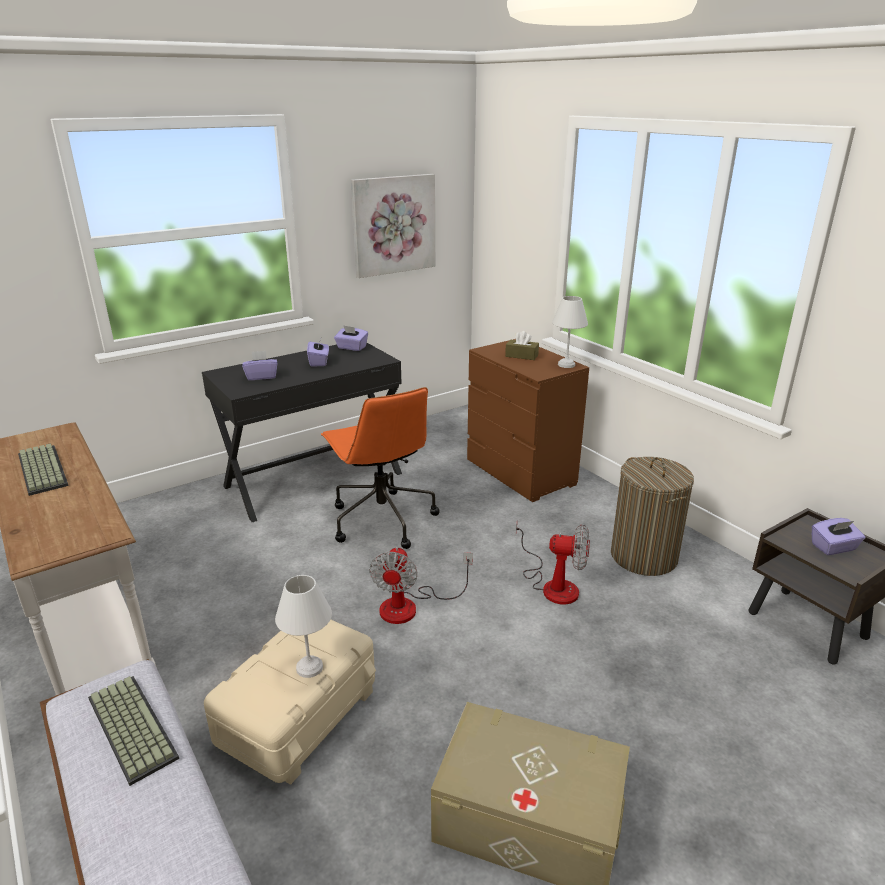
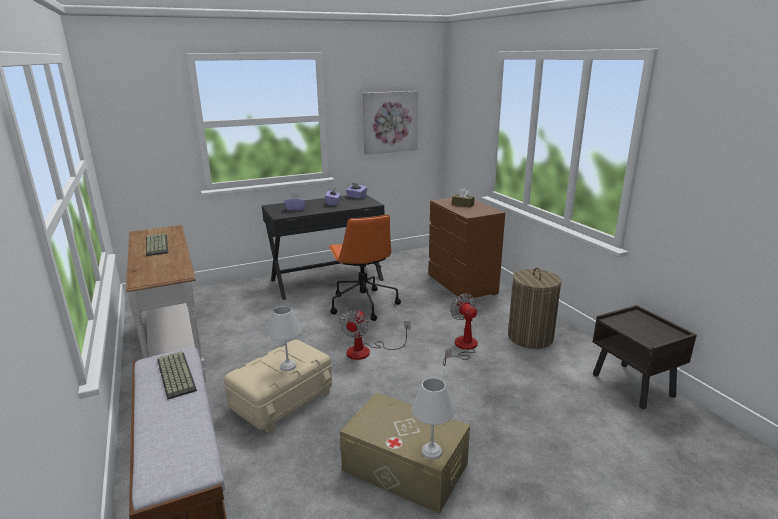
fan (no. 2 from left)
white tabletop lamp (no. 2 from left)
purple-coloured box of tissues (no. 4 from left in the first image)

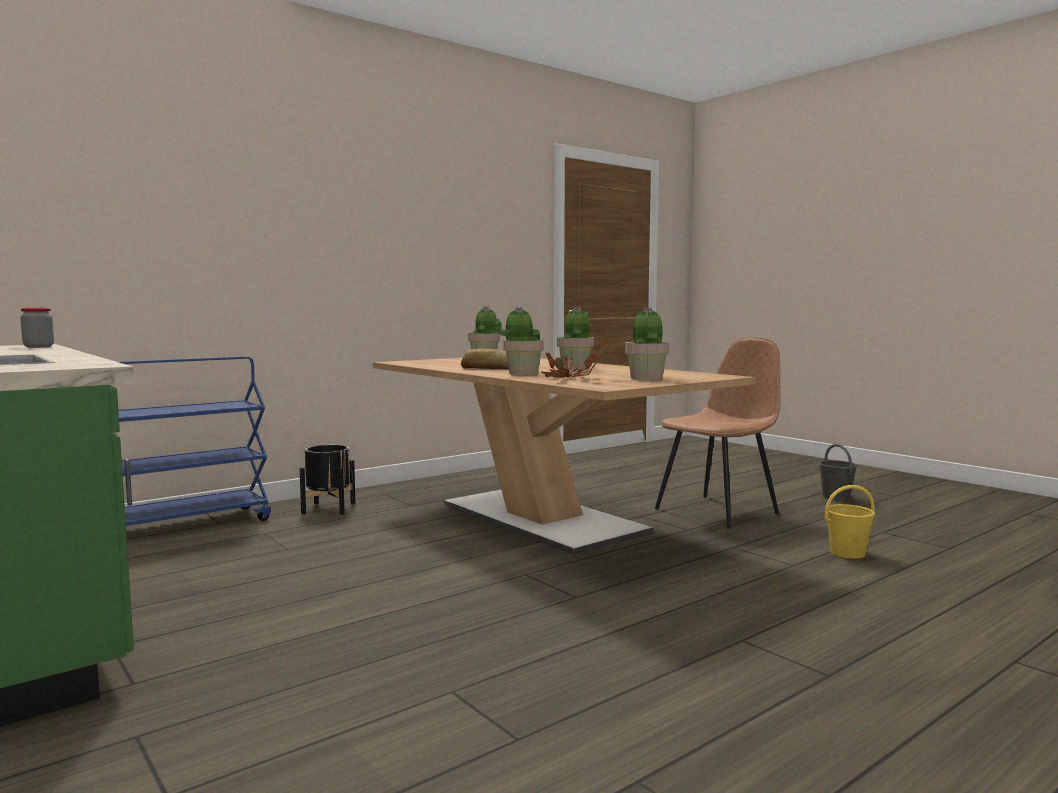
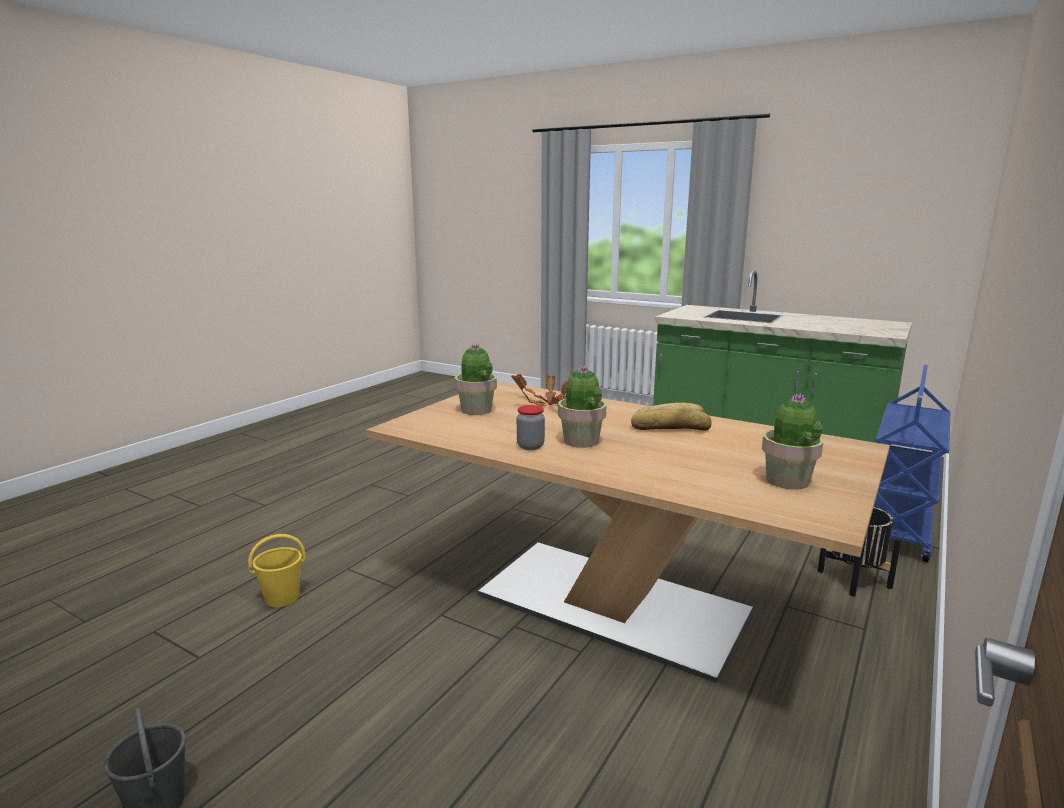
storage jar
houseplant (no. 2 from left in the first image)
brown-coloured plain chair

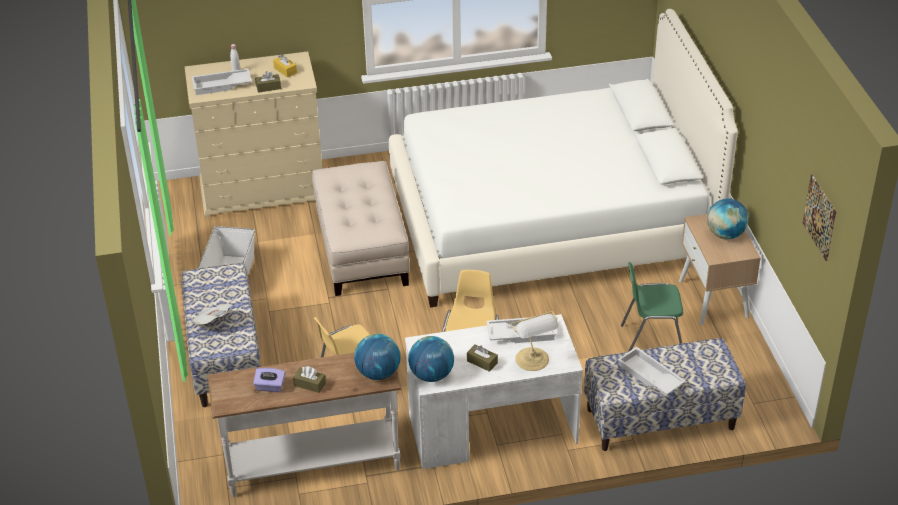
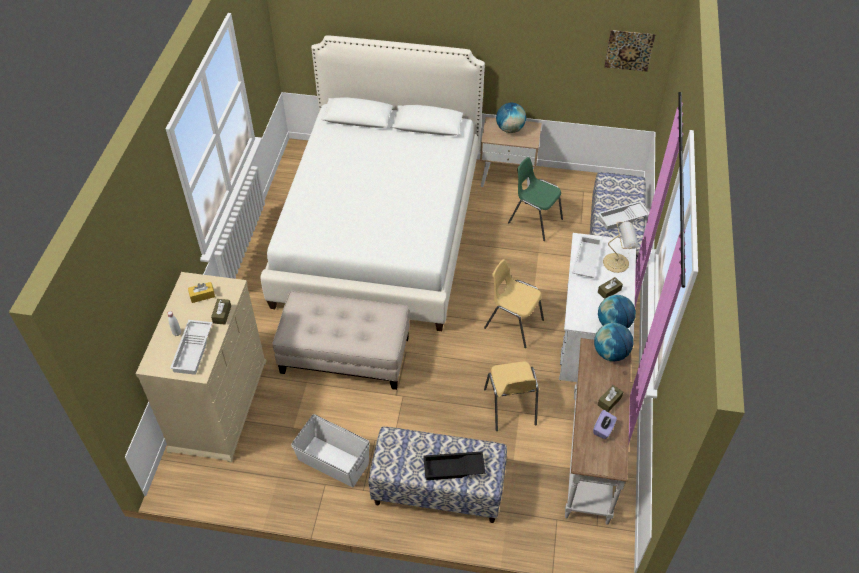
blackish carrying tray
green plain chair

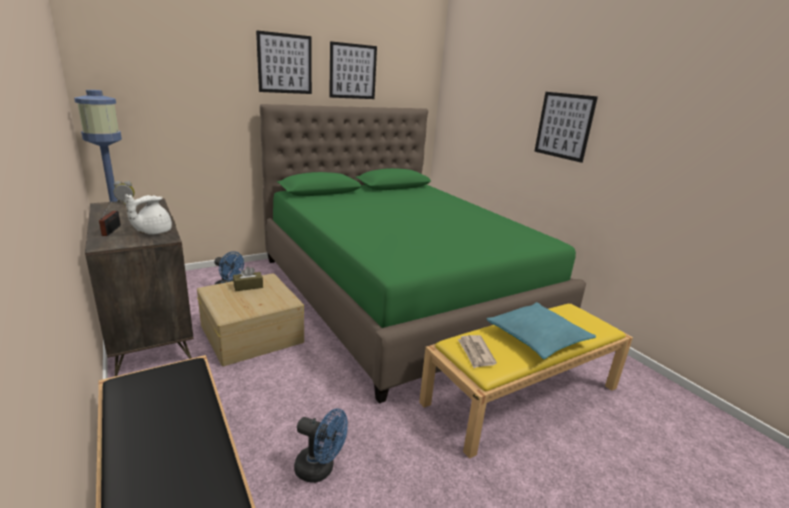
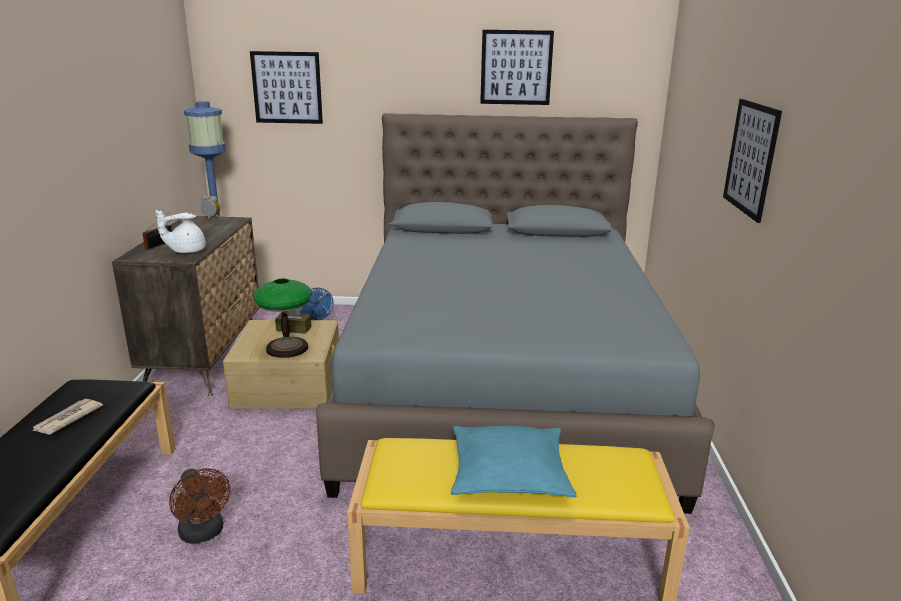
picture (no. 1 from left)
greyish bed
brown-coloured fan
printed paper
tabletop lamp

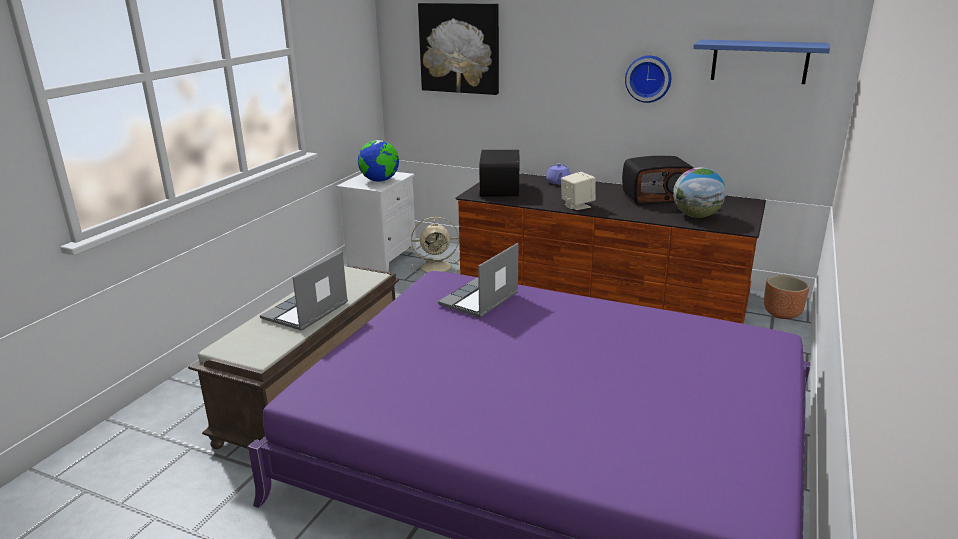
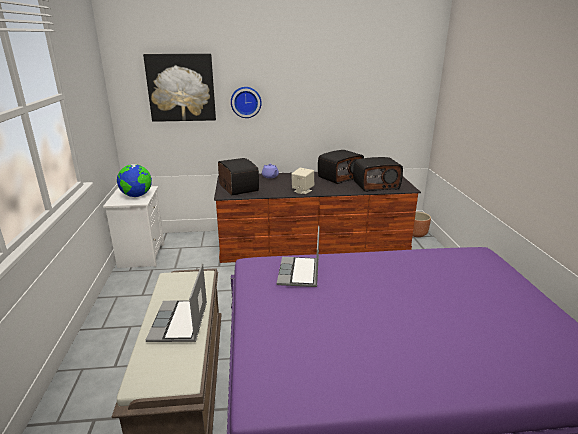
sand-coloured fan
clock on the wall
radio set (no. 3 from left)
bluish bracket shelf

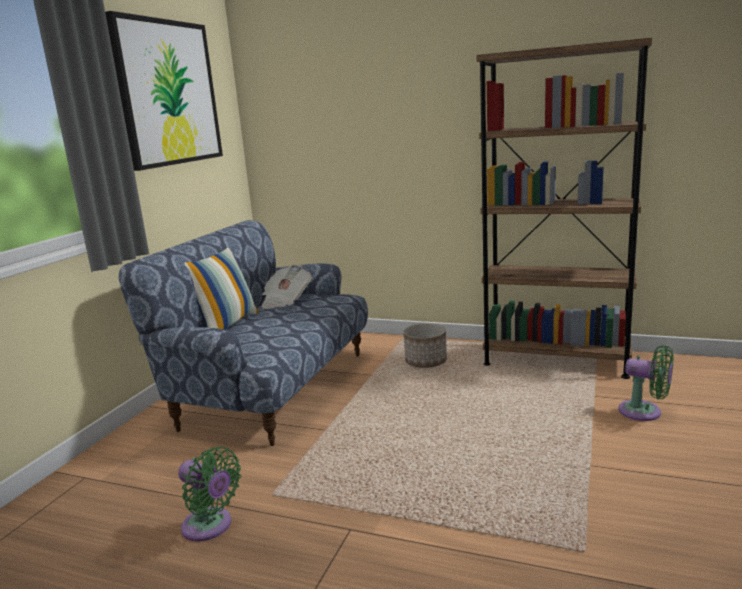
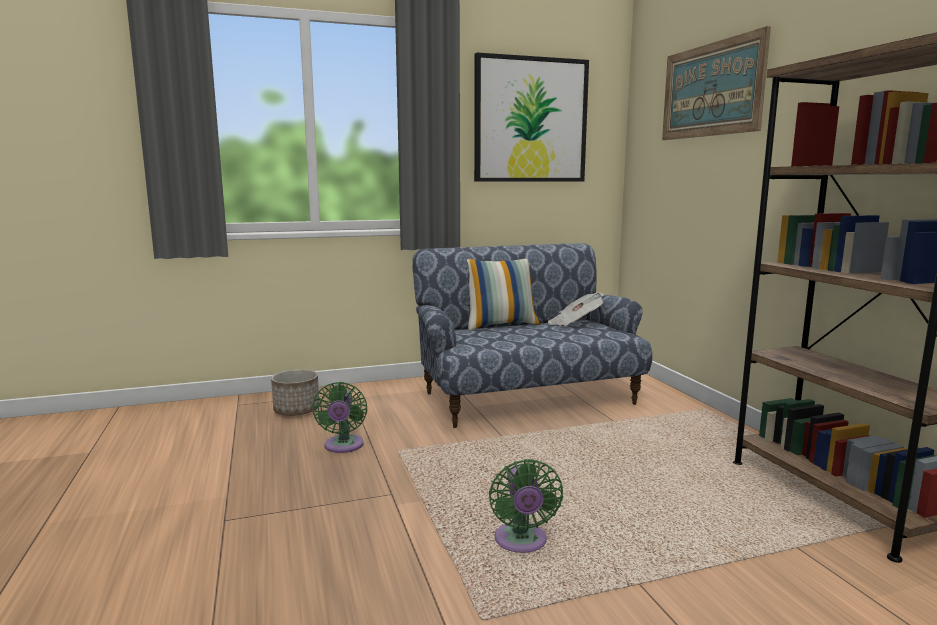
planter
green fan (no. 2 from left)
picture (no. 2 from left)

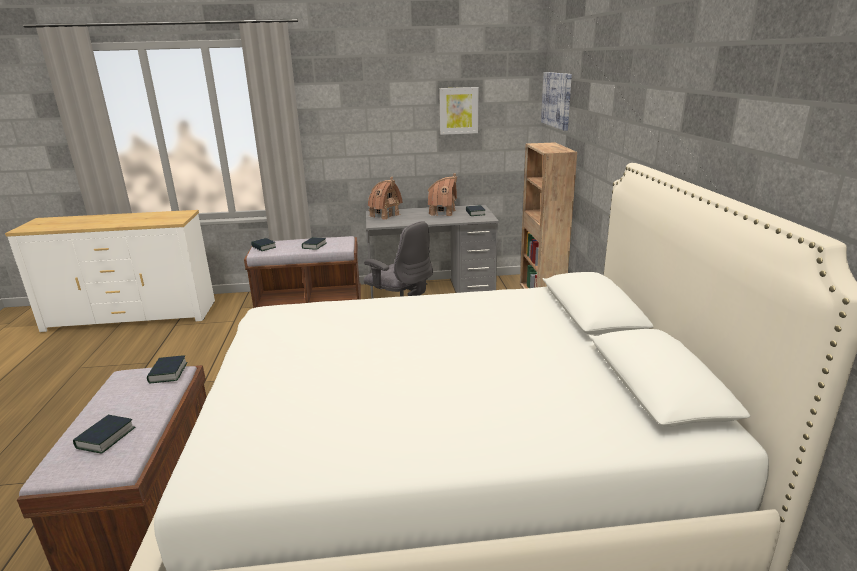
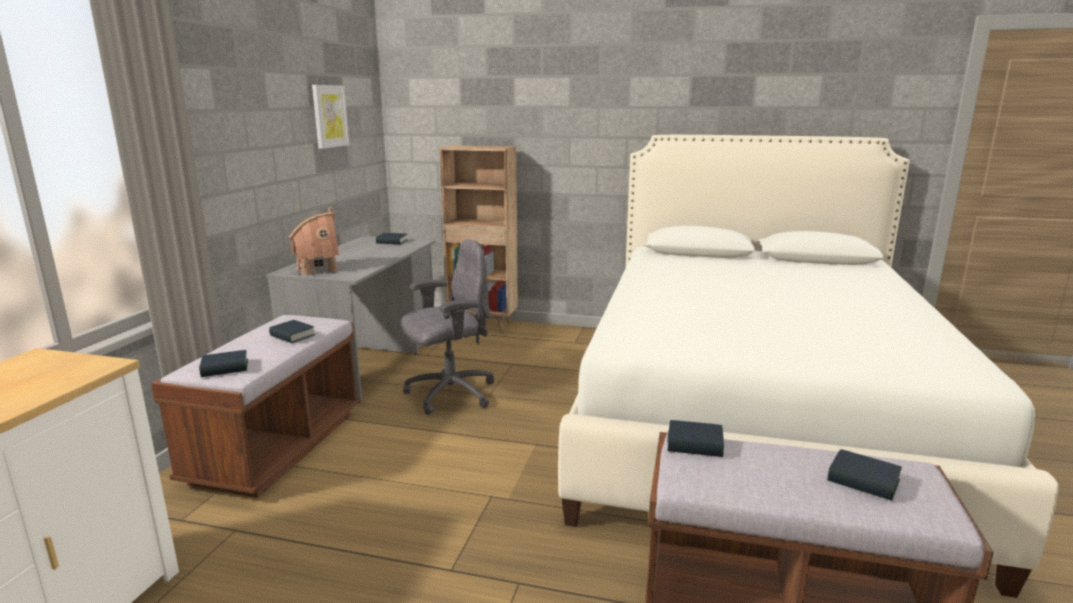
toy house (no. 2 from left in the first image)
picture (no. 2 from left in the first image)

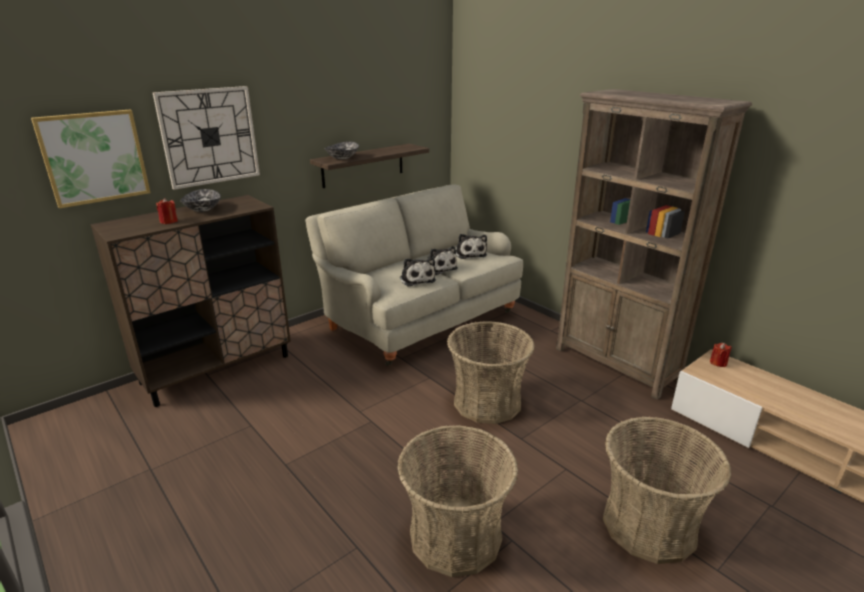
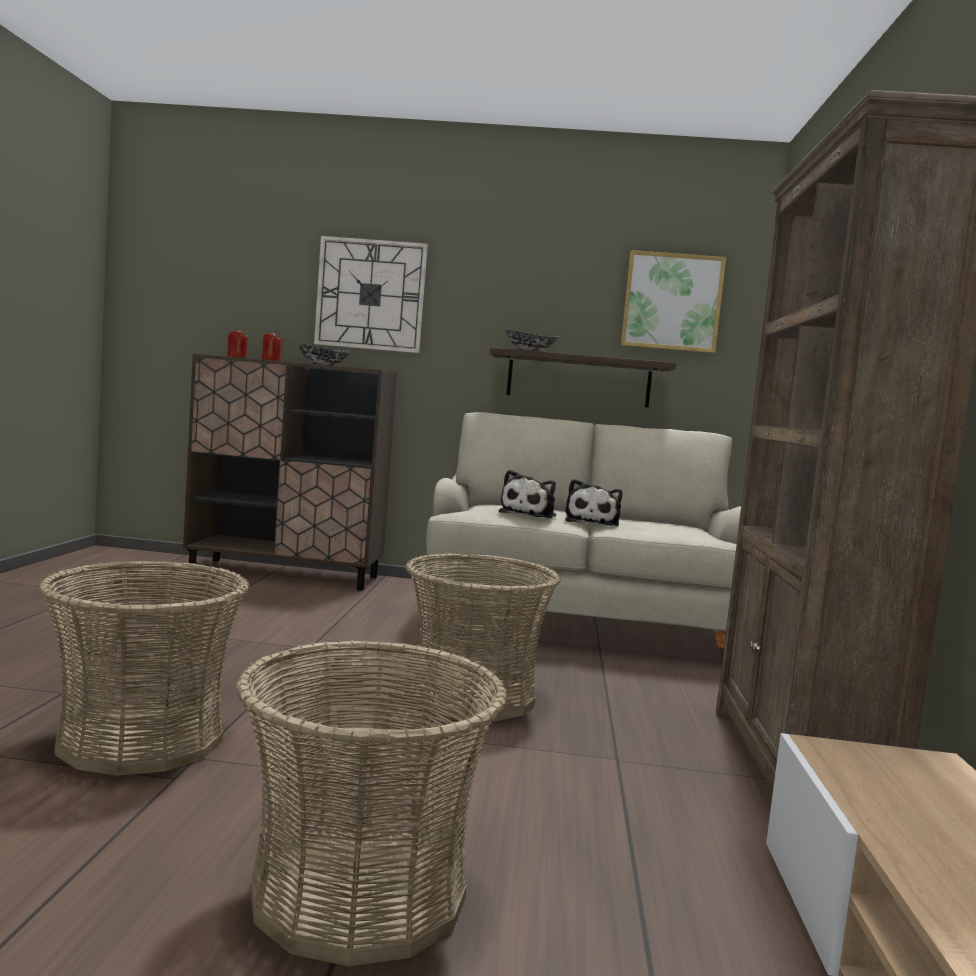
picture
soft toy (no. 3 from left in the first image)
reddish candle (no. 1 from left)

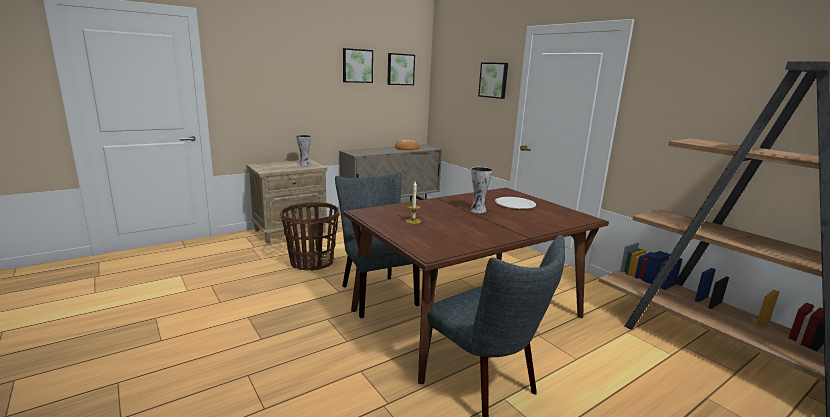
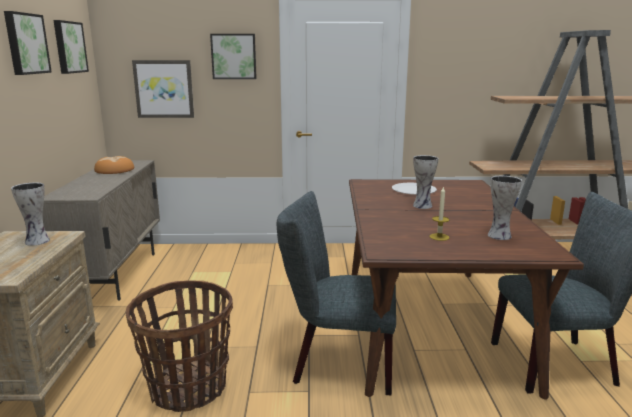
picture (no. 3 from left)
vase (no. 3 from left)

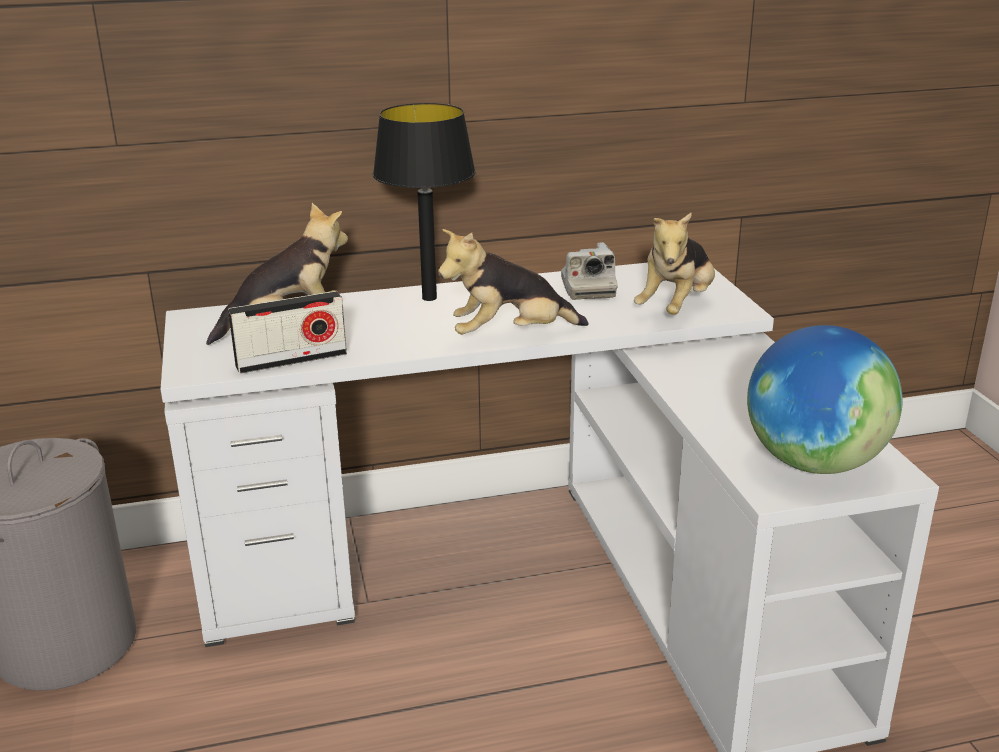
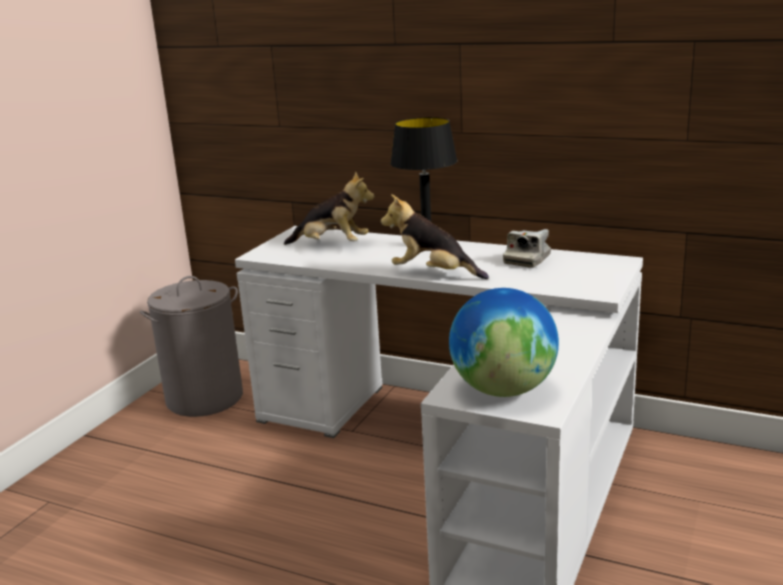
radio set
soft toy (no. 3 from left in the first image)

